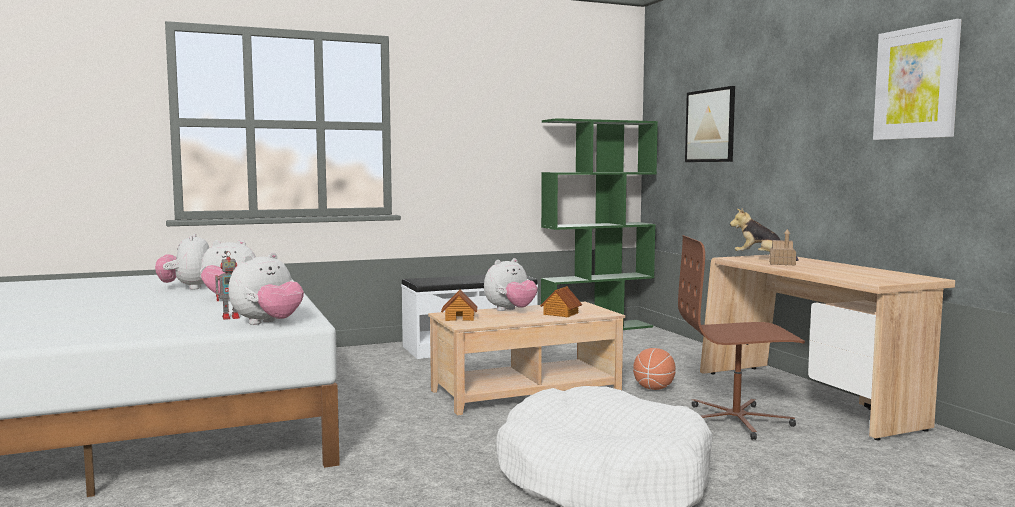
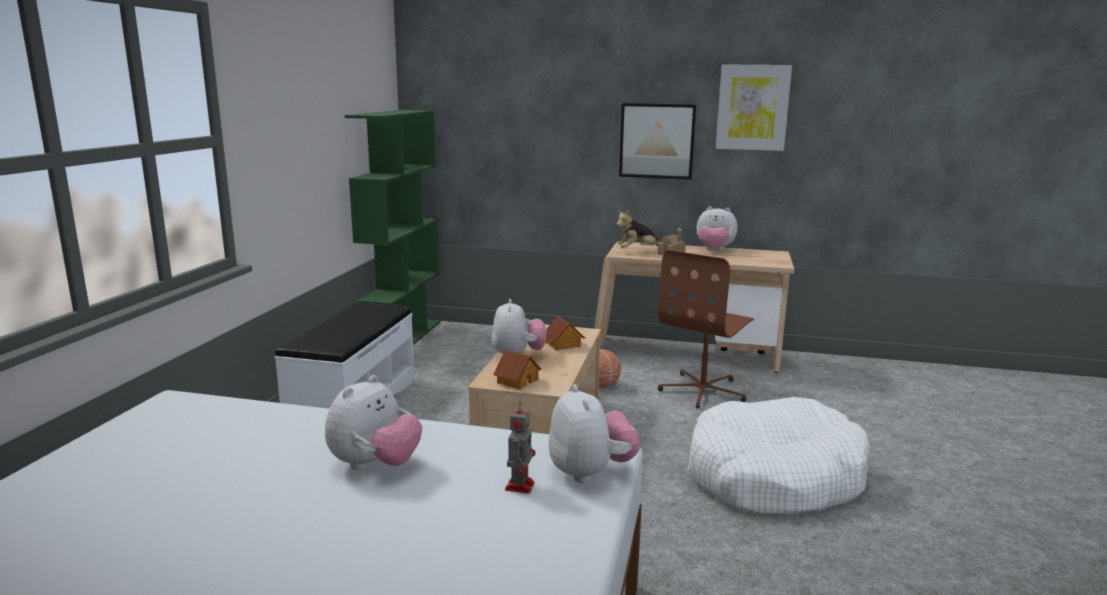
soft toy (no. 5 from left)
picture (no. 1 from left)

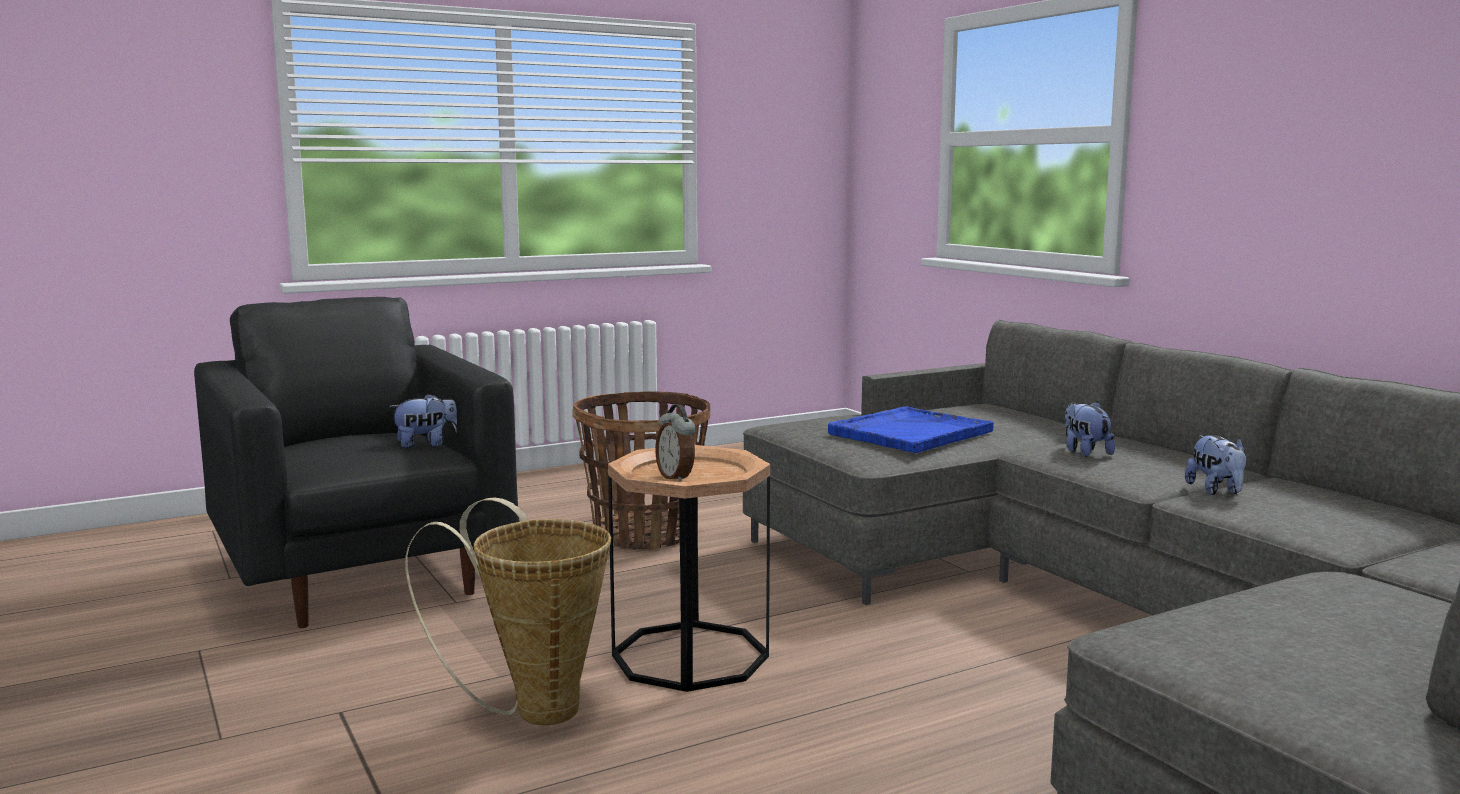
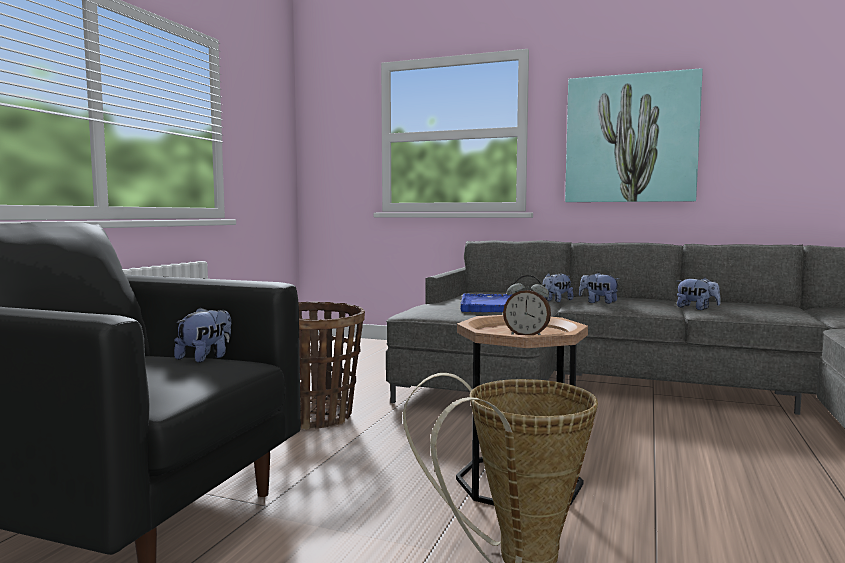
soft toy (no. 2 from left)
picture

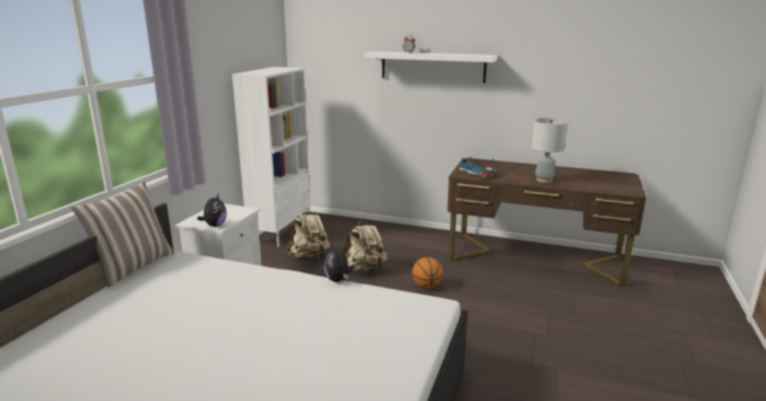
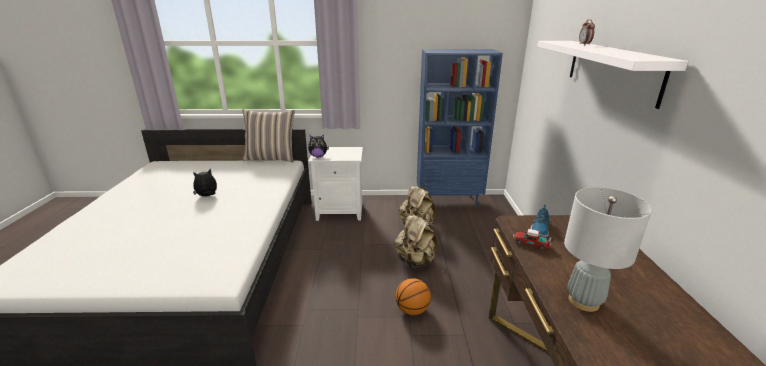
bluish bookcase
soft toy (no. 1 from left)

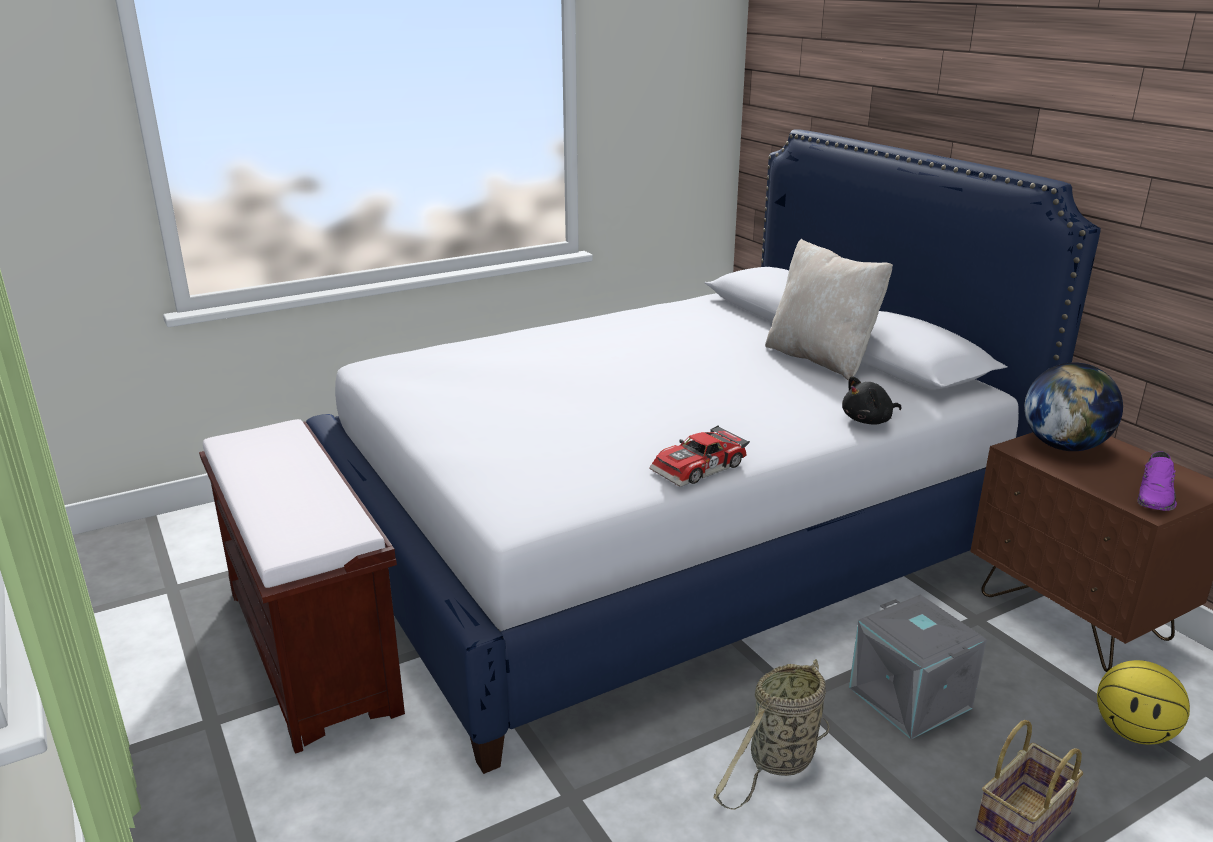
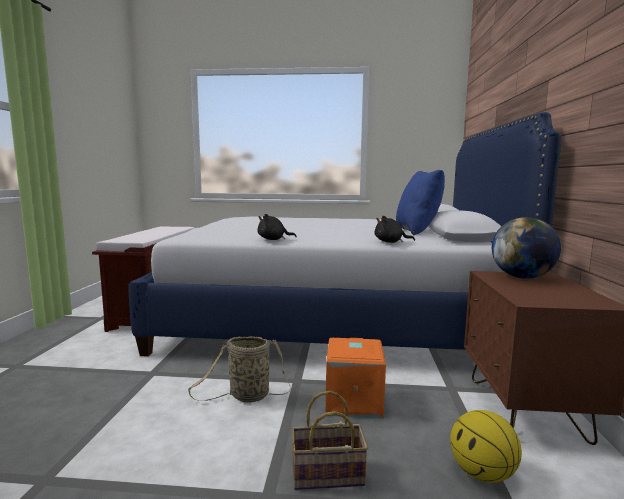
blackish soft toy (no. 1 from left)
bluish cushion
orangey storage bin
purple-coloured item of footwear

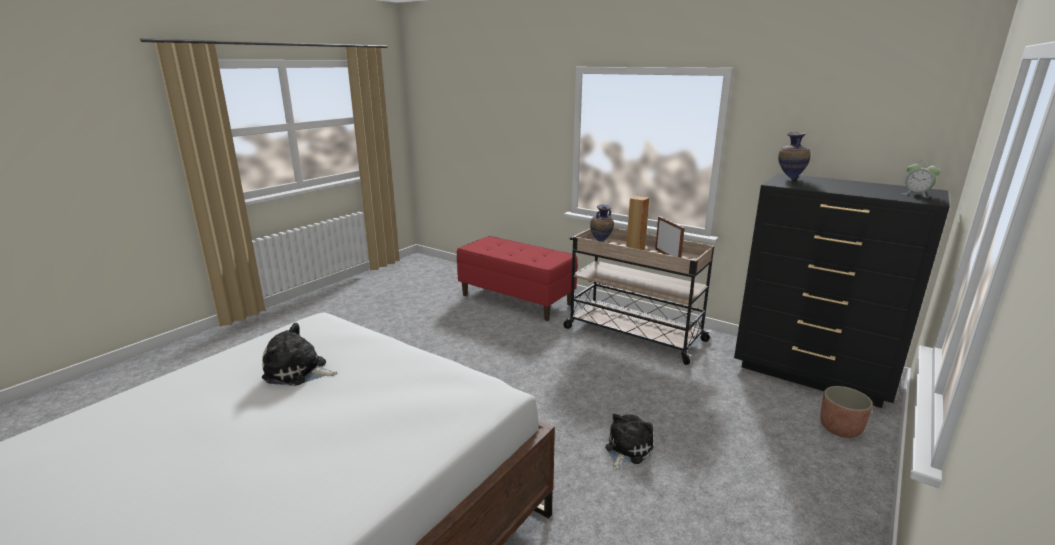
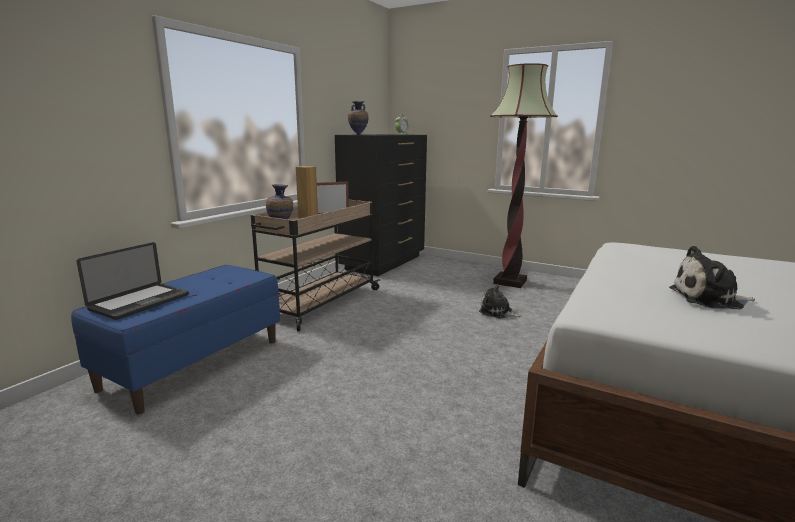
soft toy (no. 2 from left)
bluish indoor bench
planter
portable computer
standard lamp

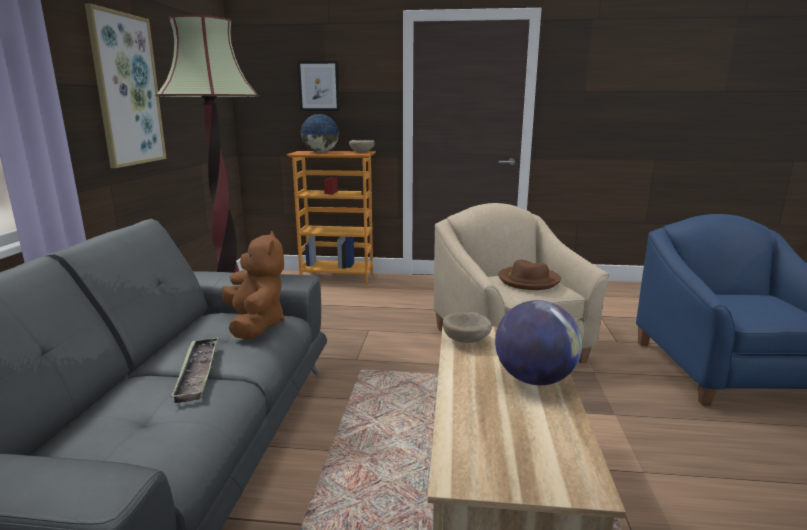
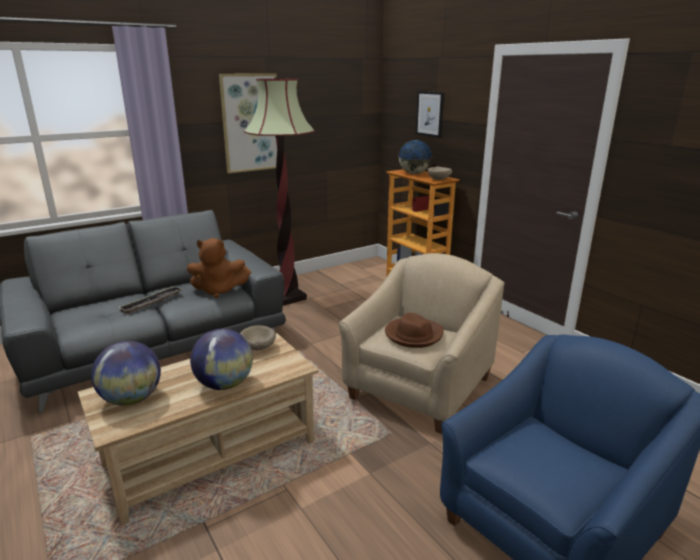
brown-coloured soft toy
desk globe (no. 1 from left)

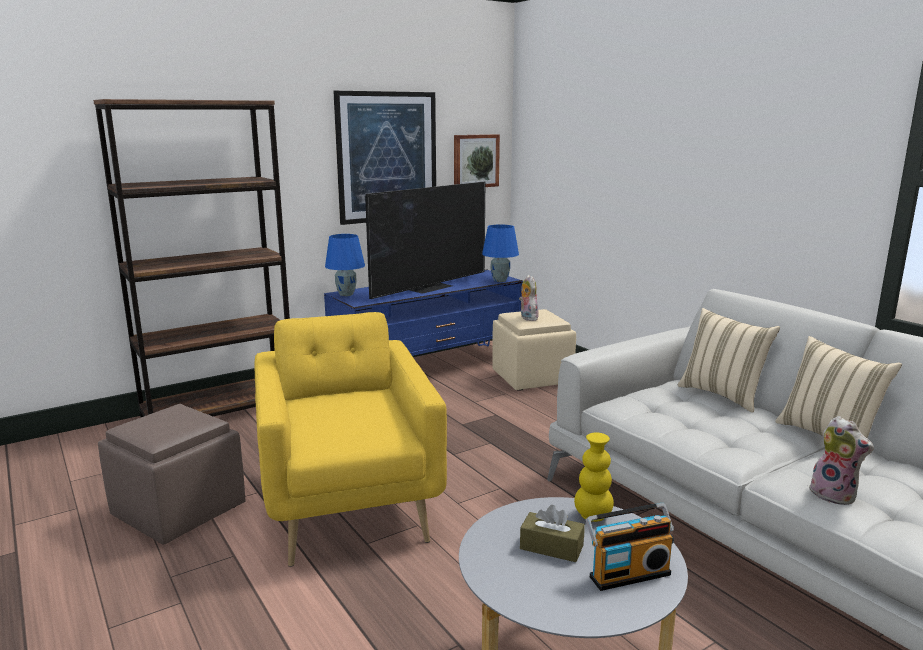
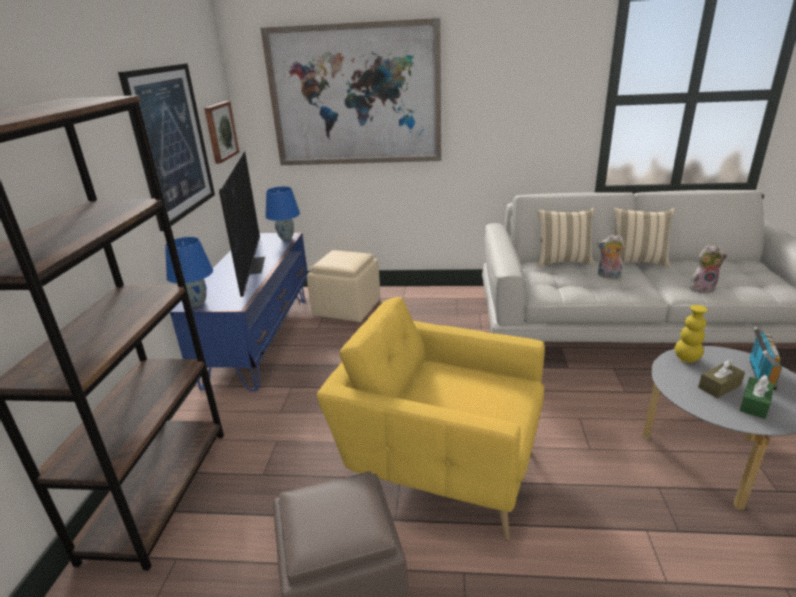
soft toy (no. 1 from left)
picture (no. 3 from left)
green box of tissues

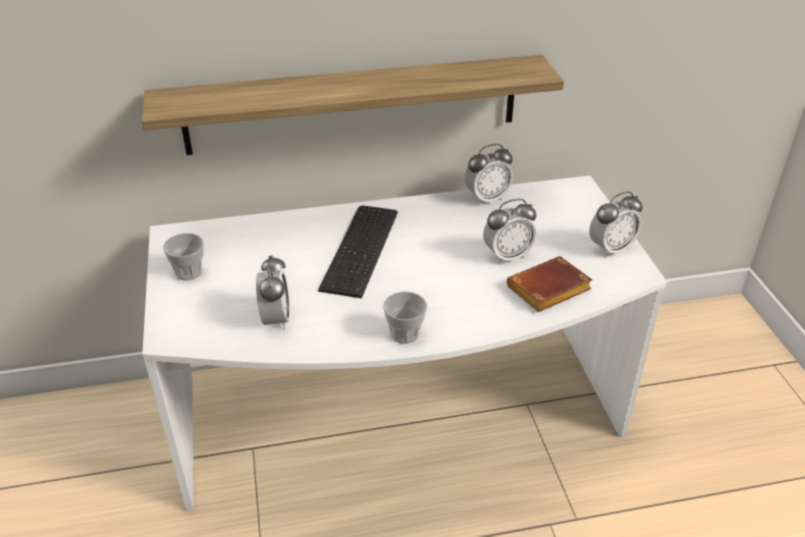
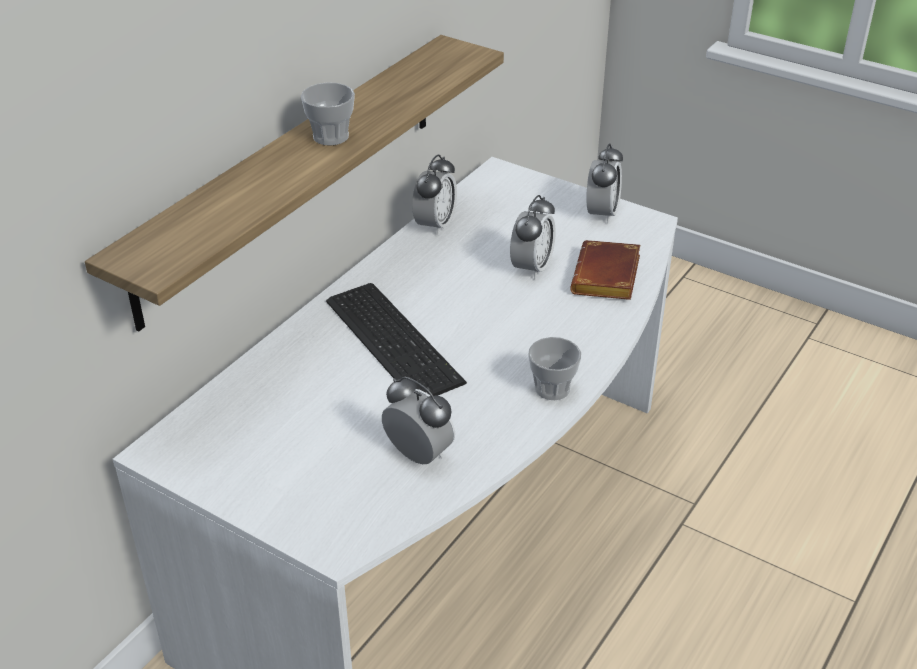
drinking cup (no. 1 from left)

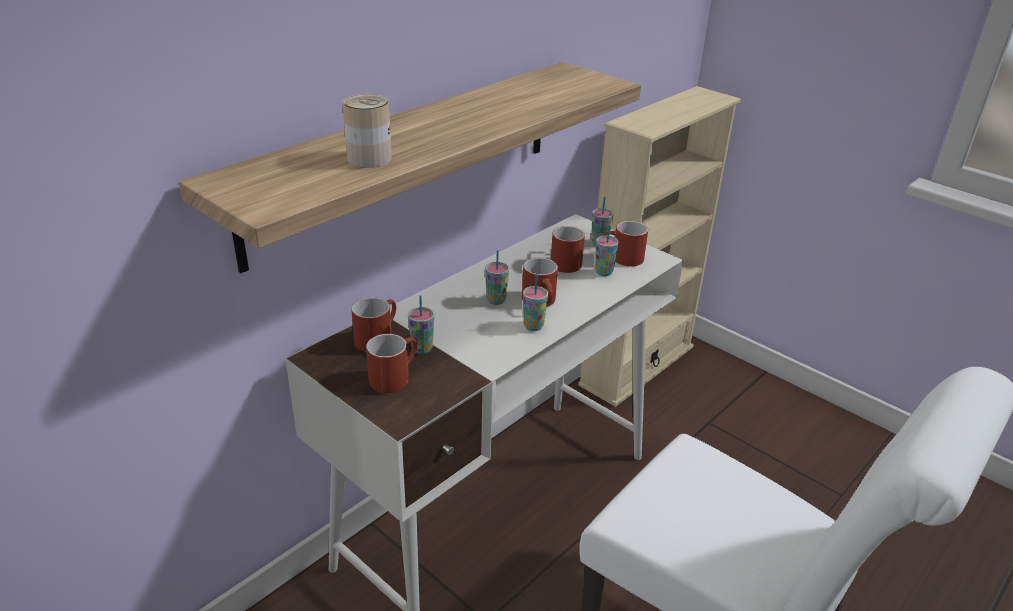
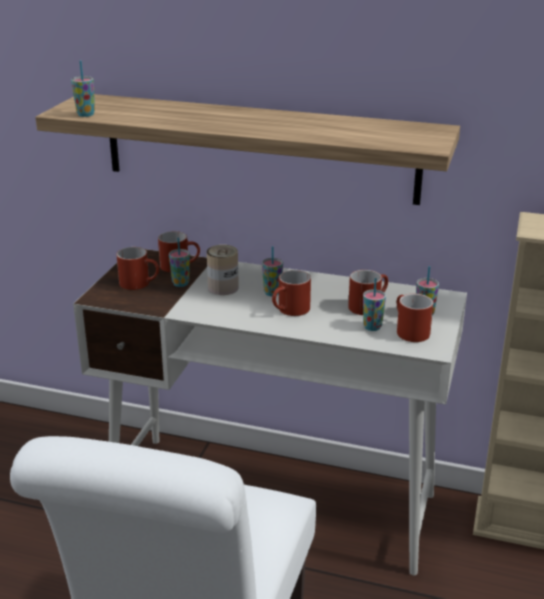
metal can
drinking cup (no. 1 from left)

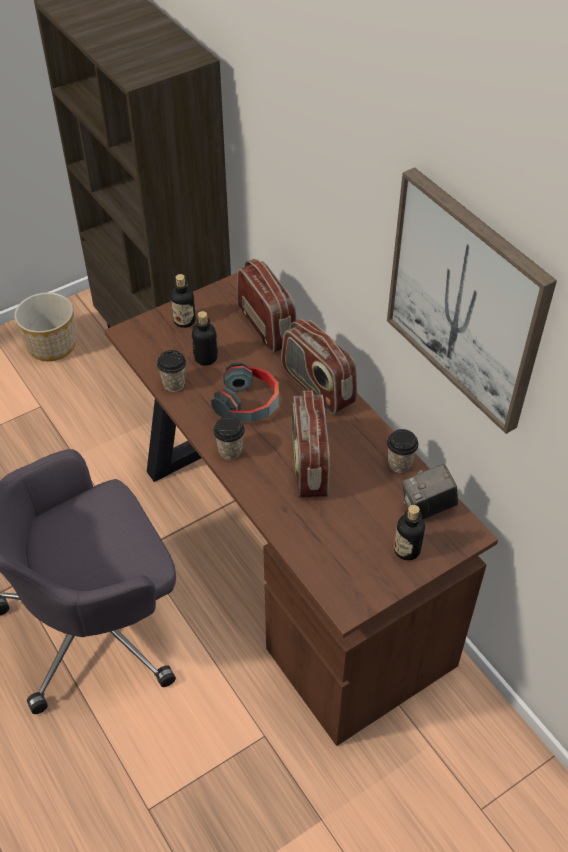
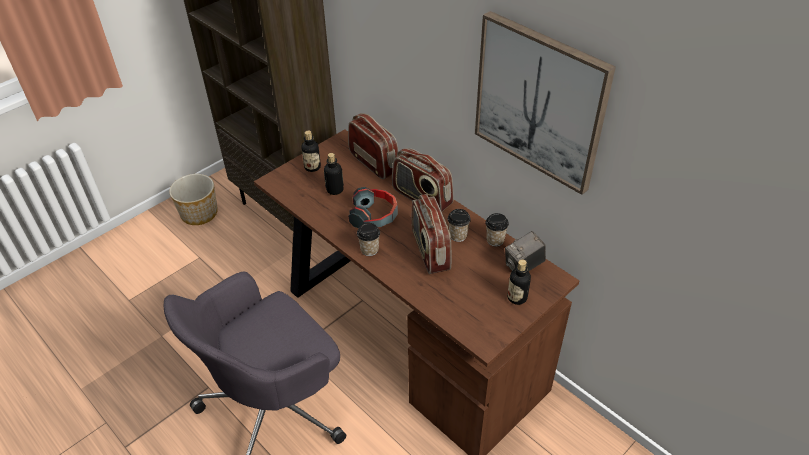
drinking cup (no. 2 from left)

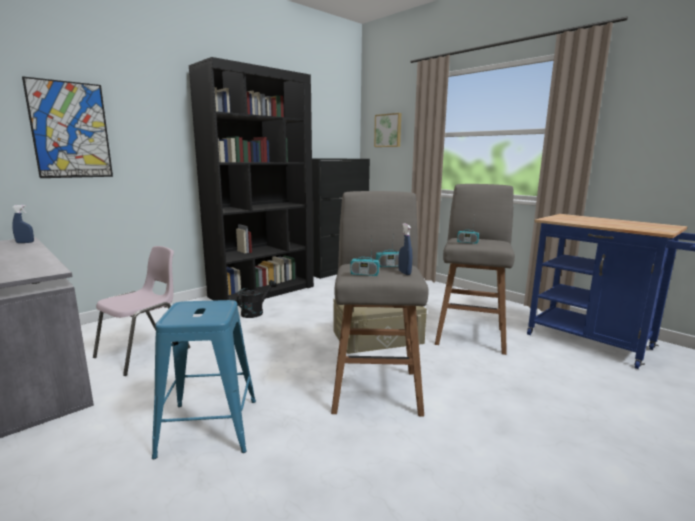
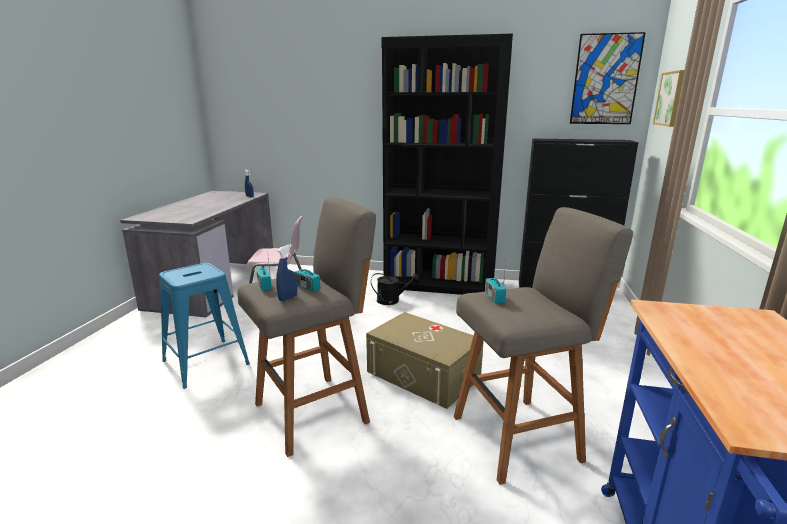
picture (no. 1 from left)

